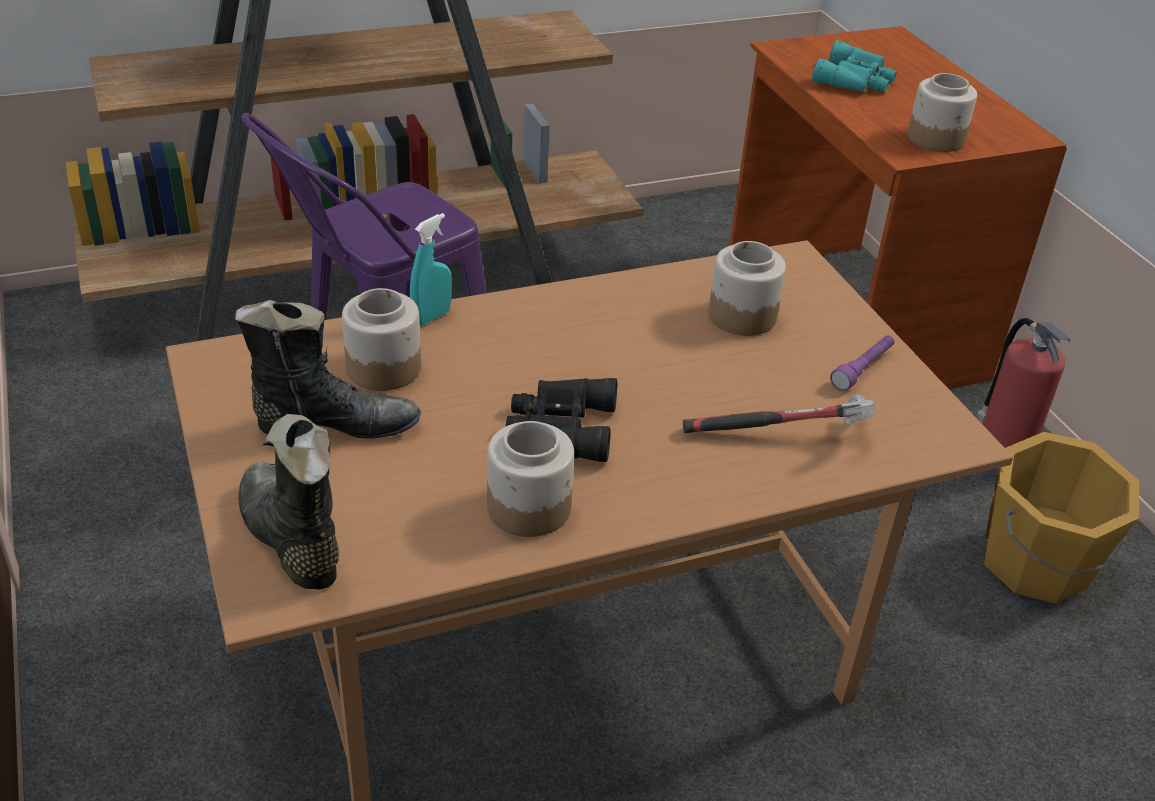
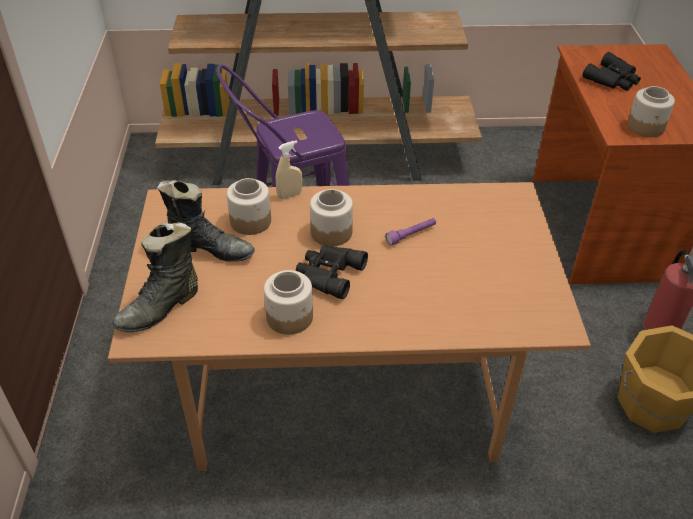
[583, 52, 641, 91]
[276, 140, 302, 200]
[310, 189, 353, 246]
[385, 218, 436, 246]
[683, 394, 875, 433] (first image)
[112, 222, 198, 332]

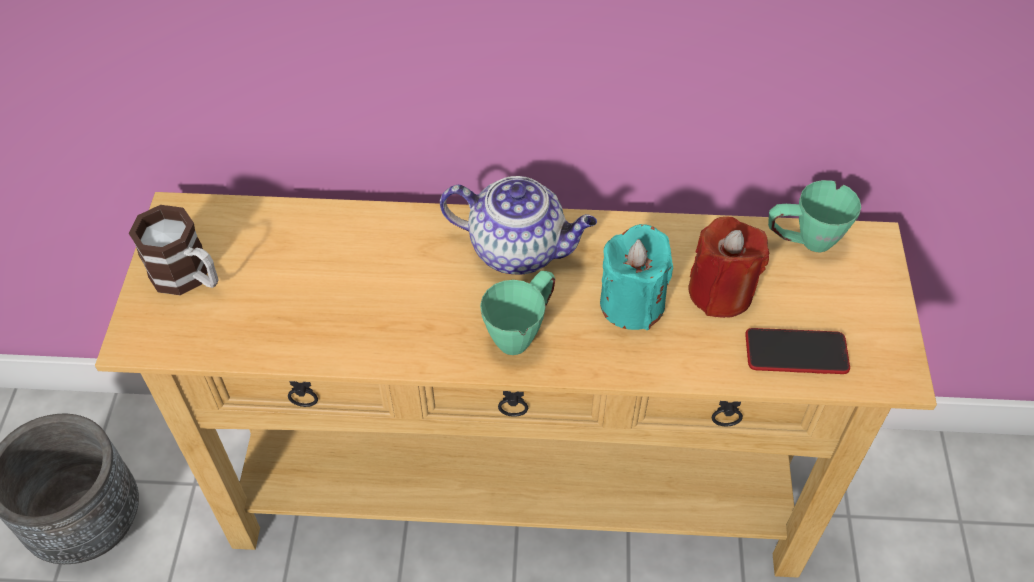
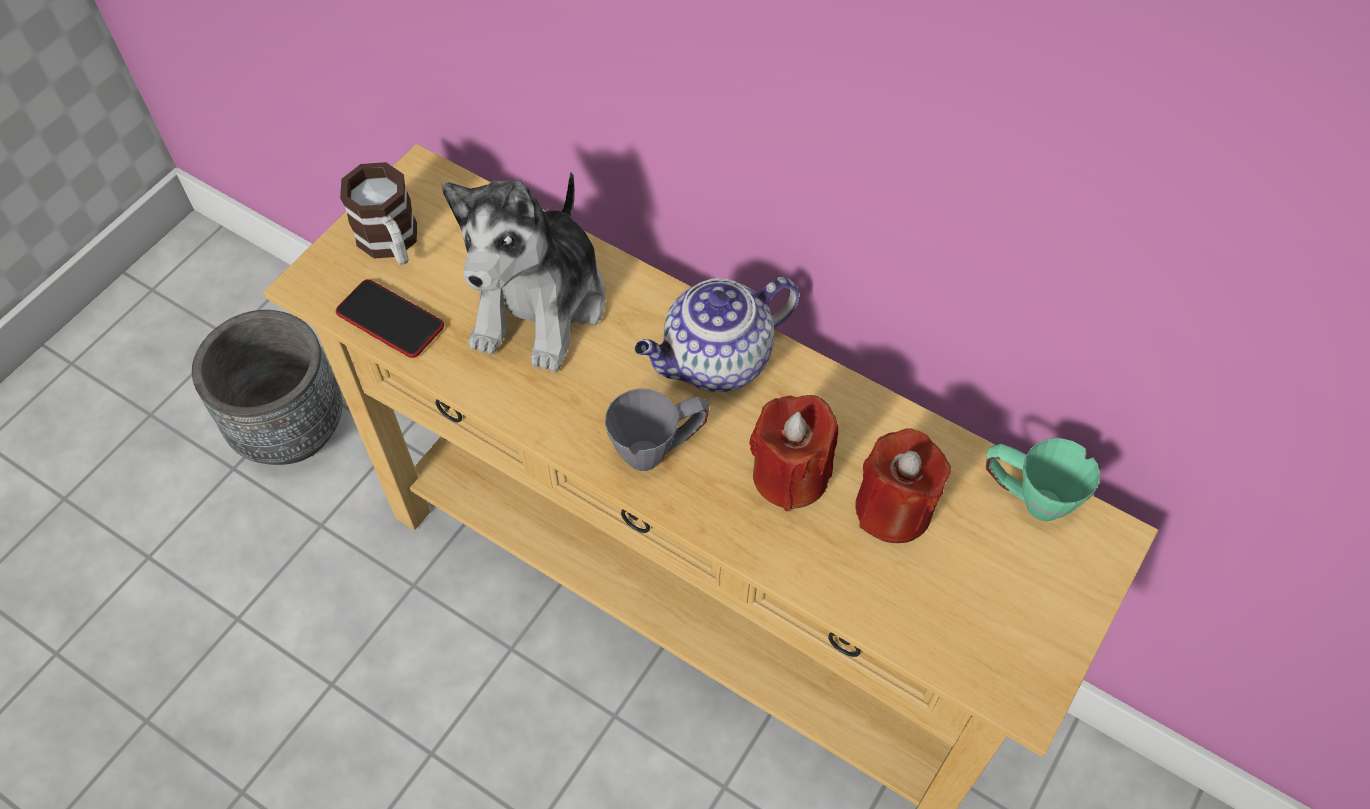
[635, 277, 799, 392]
[749, 395, 838, 511]
[605, 389, 709, 471]
[336, 279, 444, 358]
[442, 172, 606, 372]

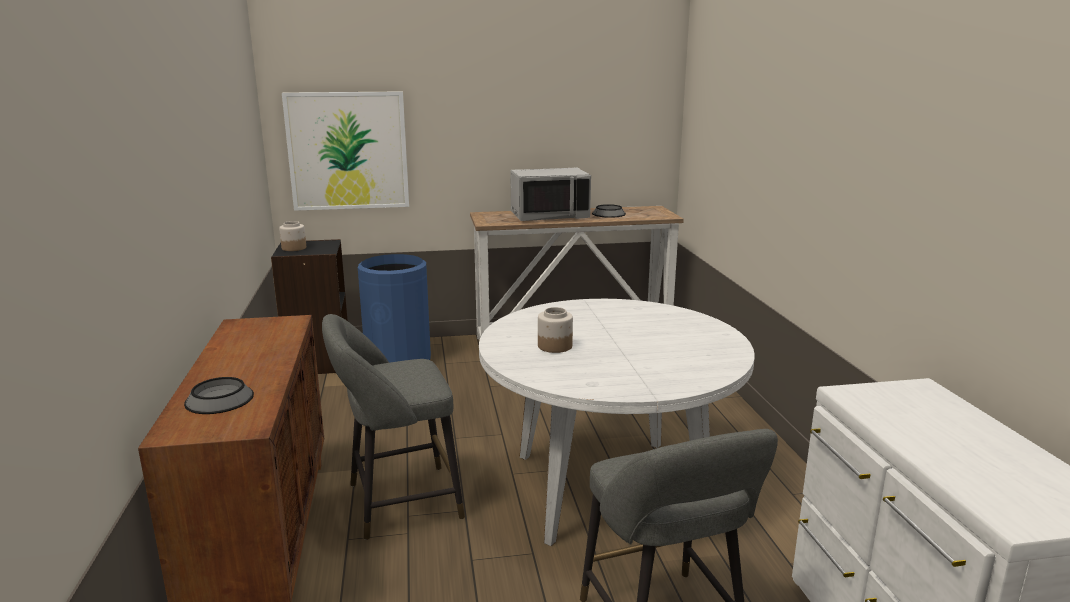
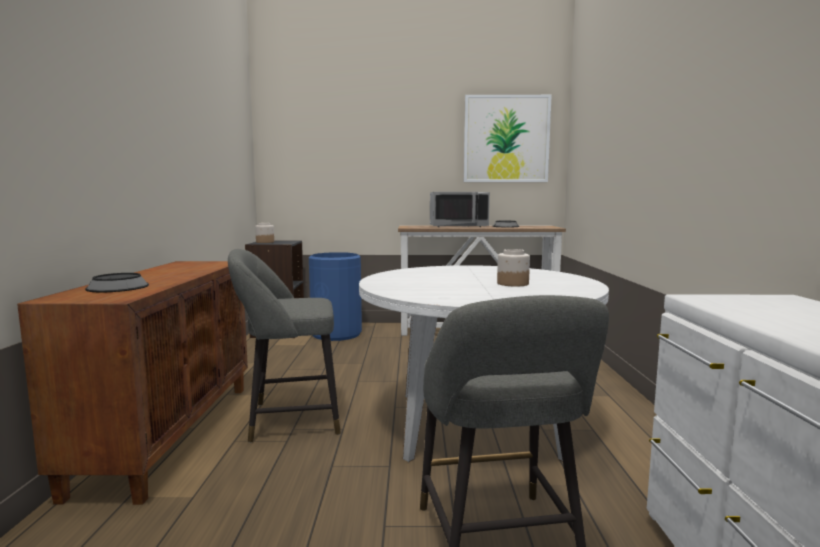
[464, 95, 552, 182]
[497, 249, 530, 286]

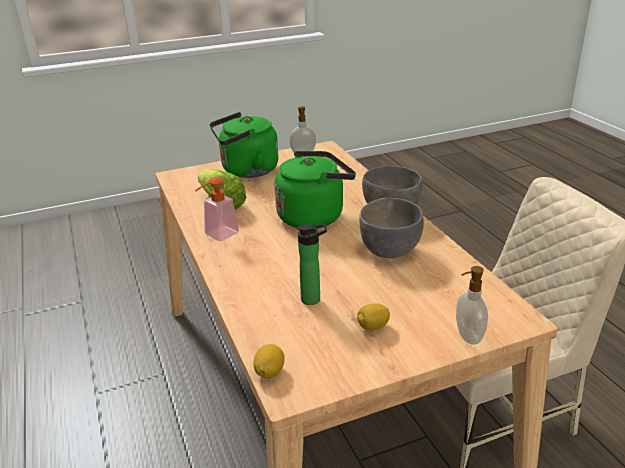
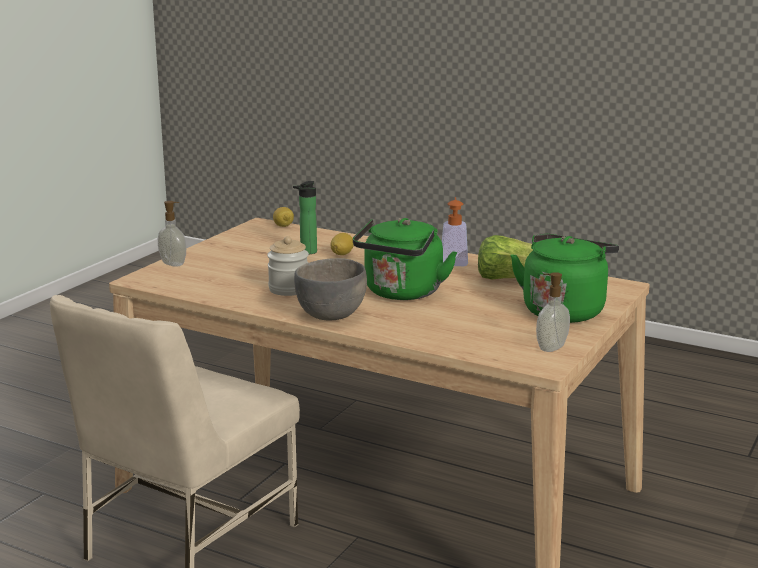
[267, 236, 309, 296]
[331, 233, 354, 255]

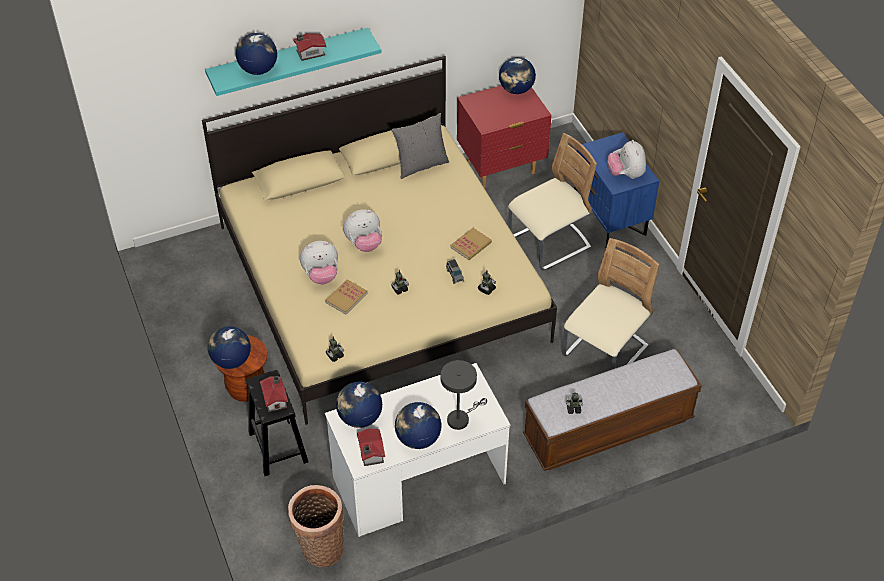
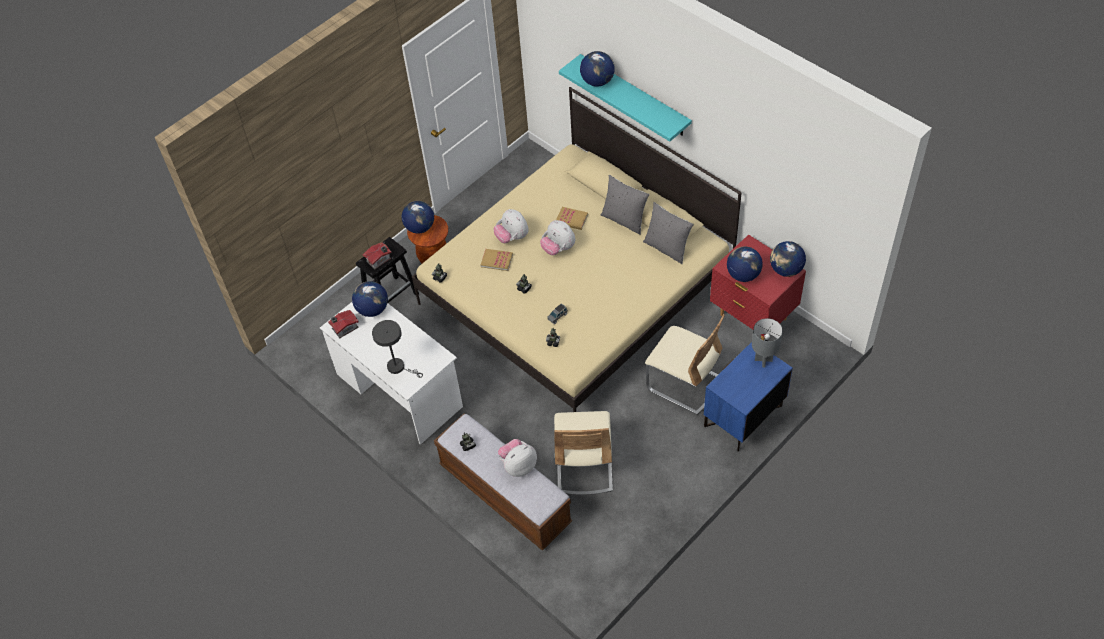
[293, 33, 326, 61] (first image)
[498, 439, 537, 477]
[556, 207, 588, 230]
[554, 411, 613, 495]
[727, 246, 763, 282]
[288, 485, 344, 567] (first image)
[600, 175, 650, 235]
[752, 318, 783, 367]

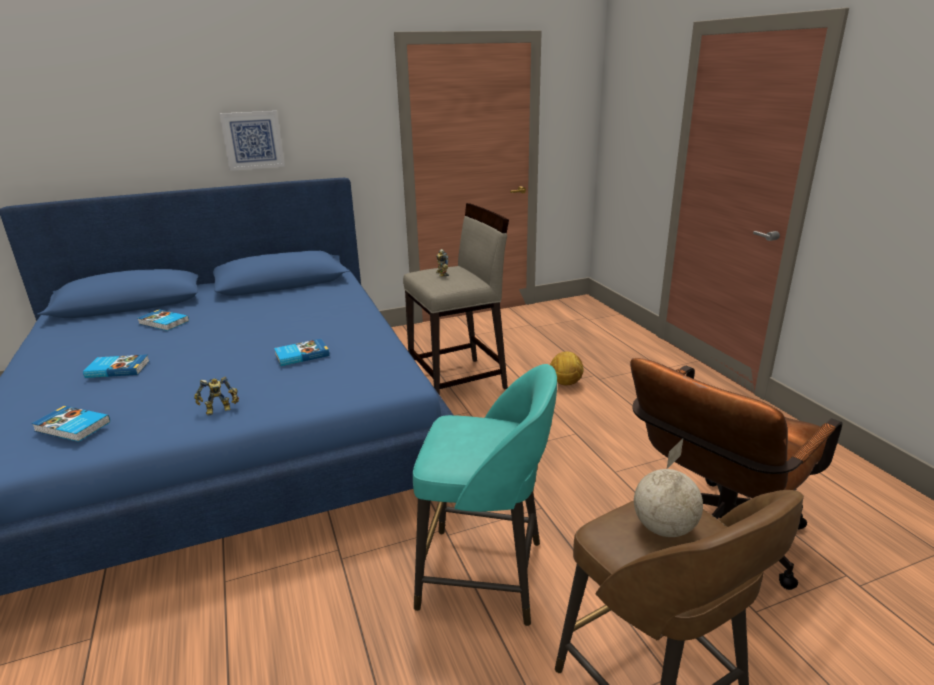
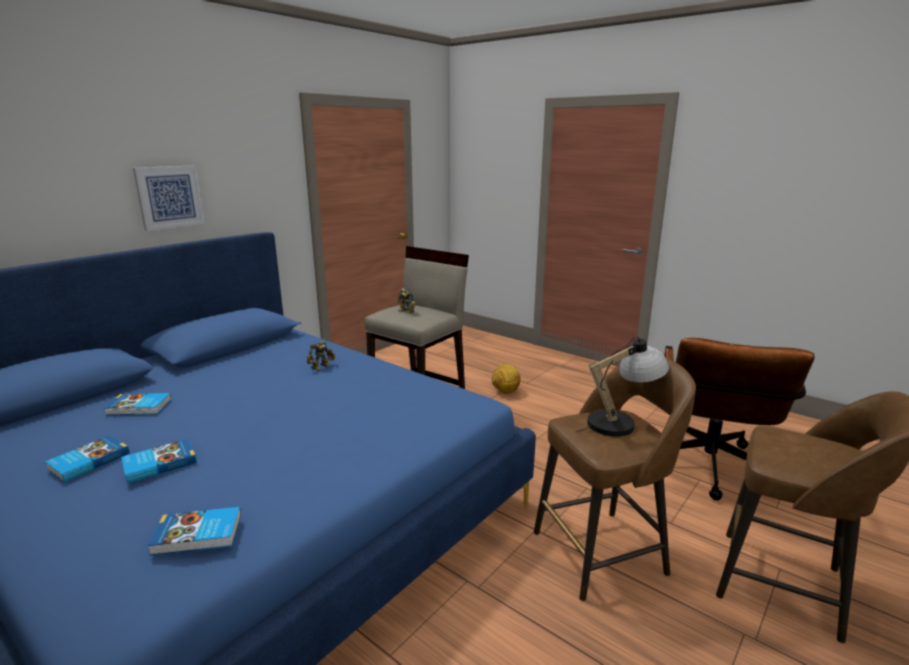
[45, 435, 130, 482]
[534, 357, 696, 601]
[307, 341, 336, 371]
[634, 439, 703, 537] (first image)
[576, 337, 669, 437]

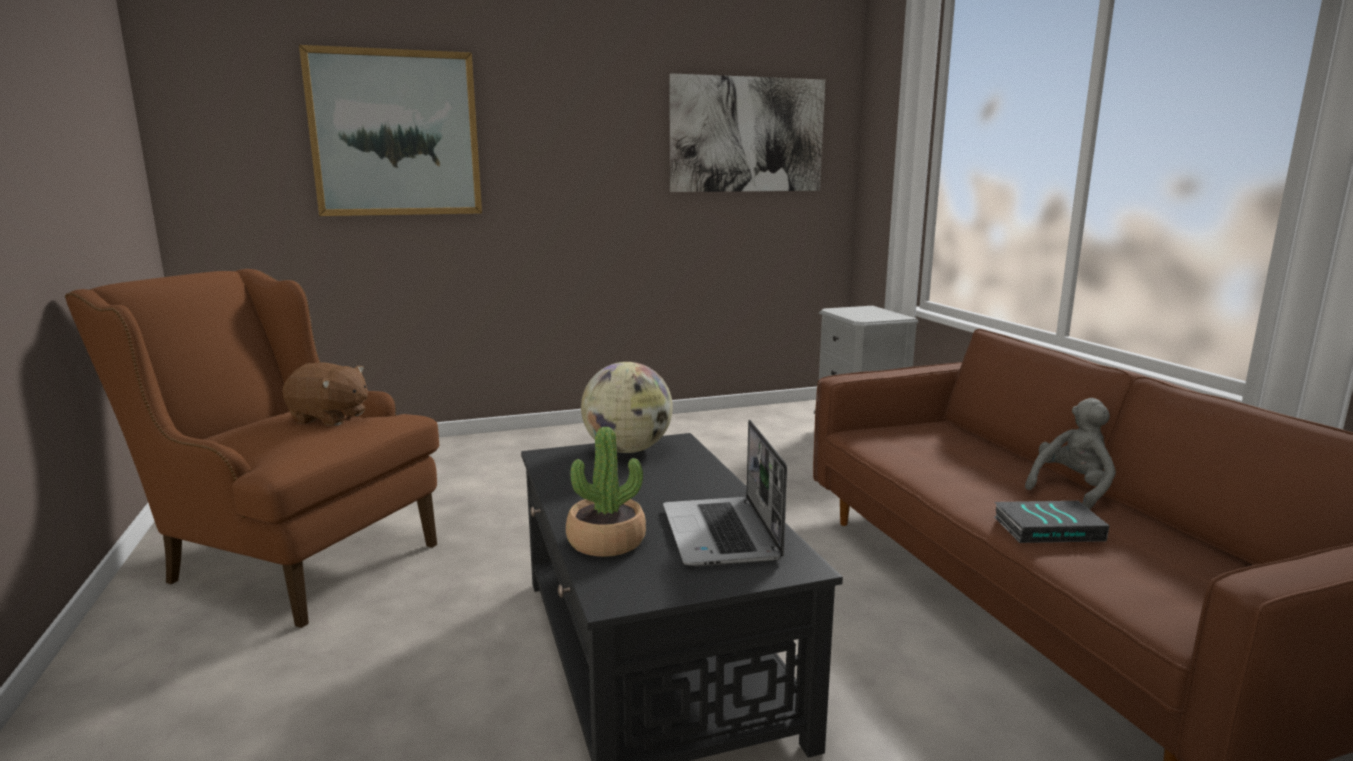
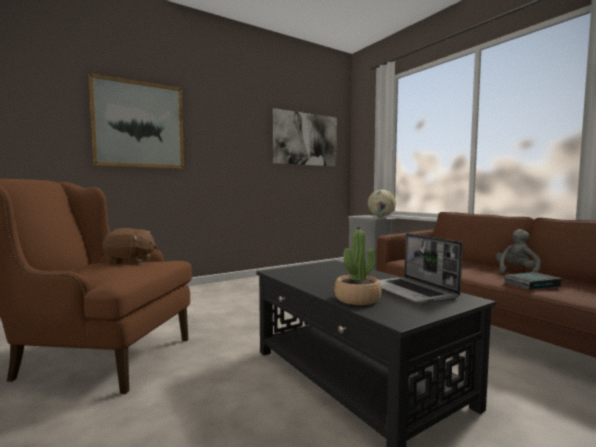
[368, 190, 396, 217]

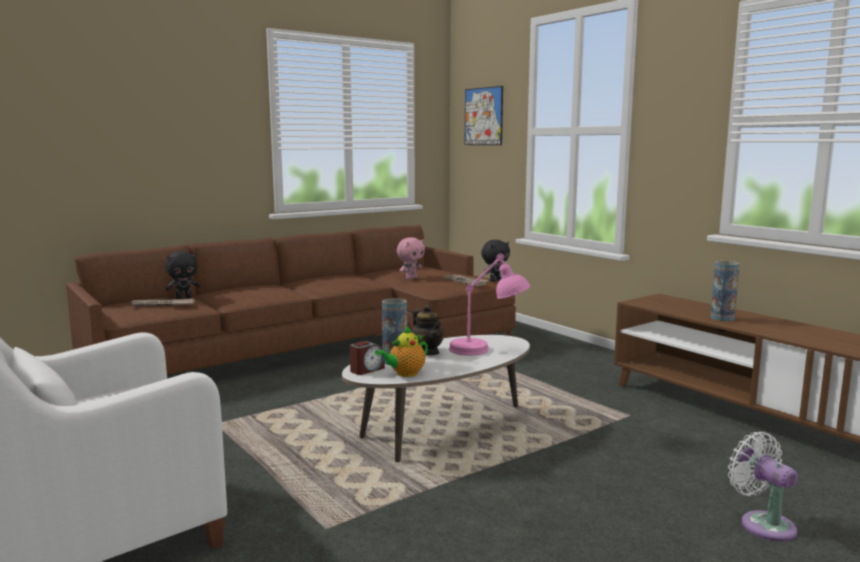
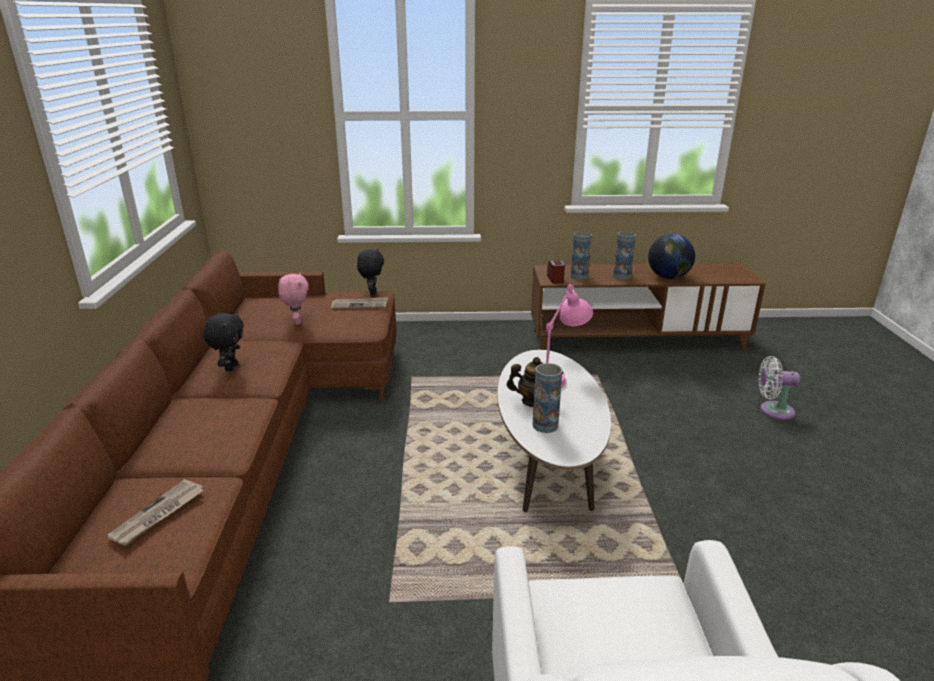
[465, 86, 503, 145] (first image)
[203, 312, 244, 372]
[375, 326, 428, 377] (first image)
[547, 260, 565, 284]
[571, 232, 592, 280]
[648, 234, 695, 279]

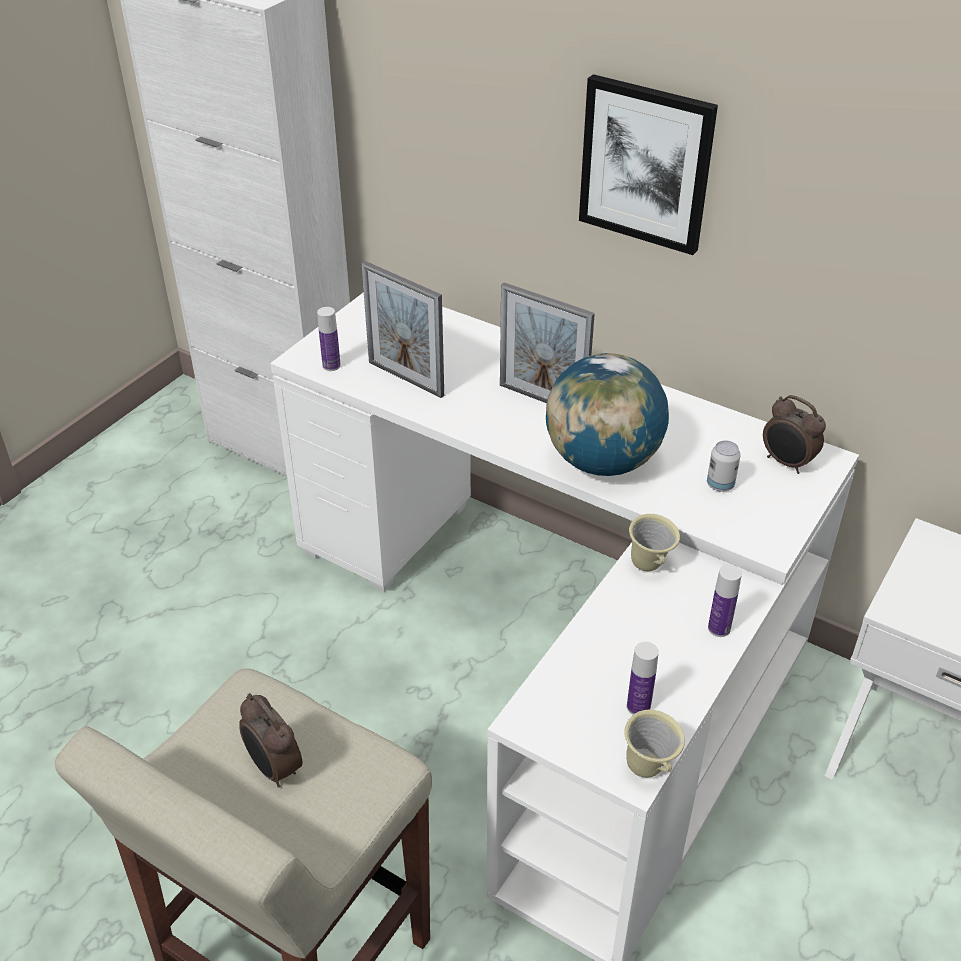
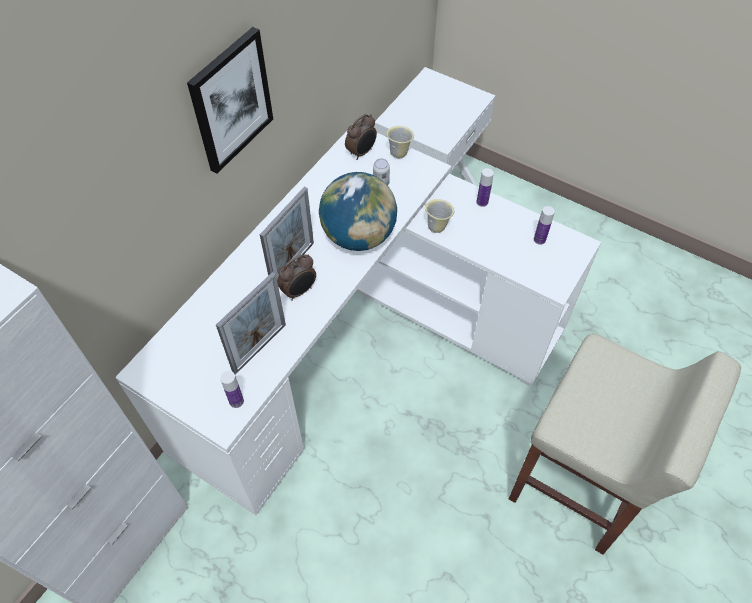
[277, 254, 316, 301]
[386, 126, 414, 158]

